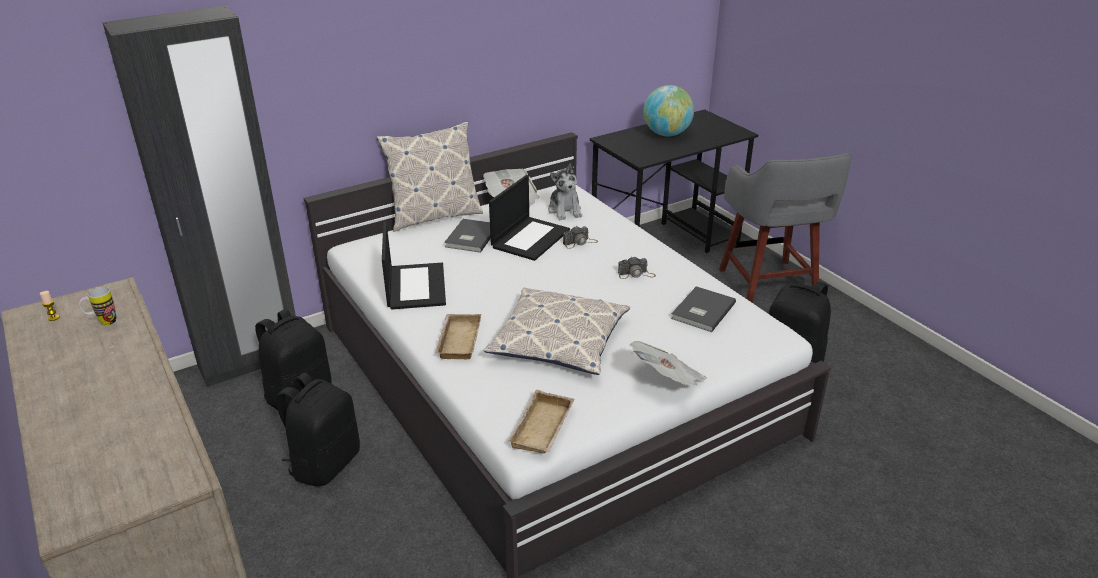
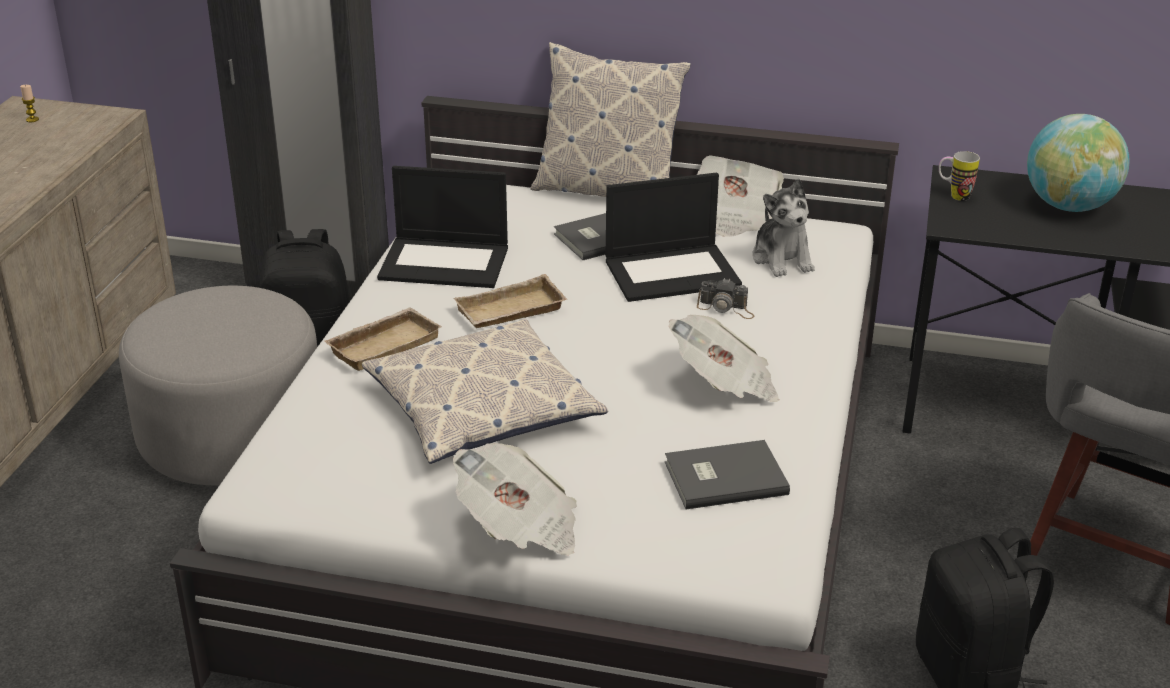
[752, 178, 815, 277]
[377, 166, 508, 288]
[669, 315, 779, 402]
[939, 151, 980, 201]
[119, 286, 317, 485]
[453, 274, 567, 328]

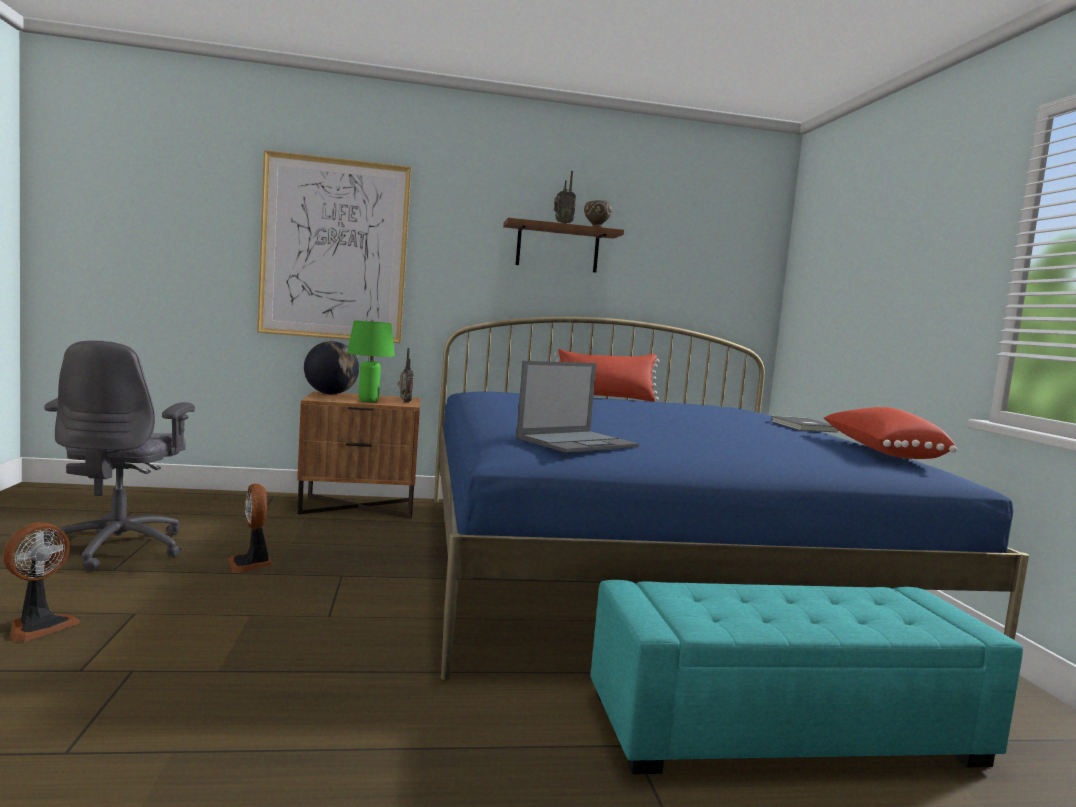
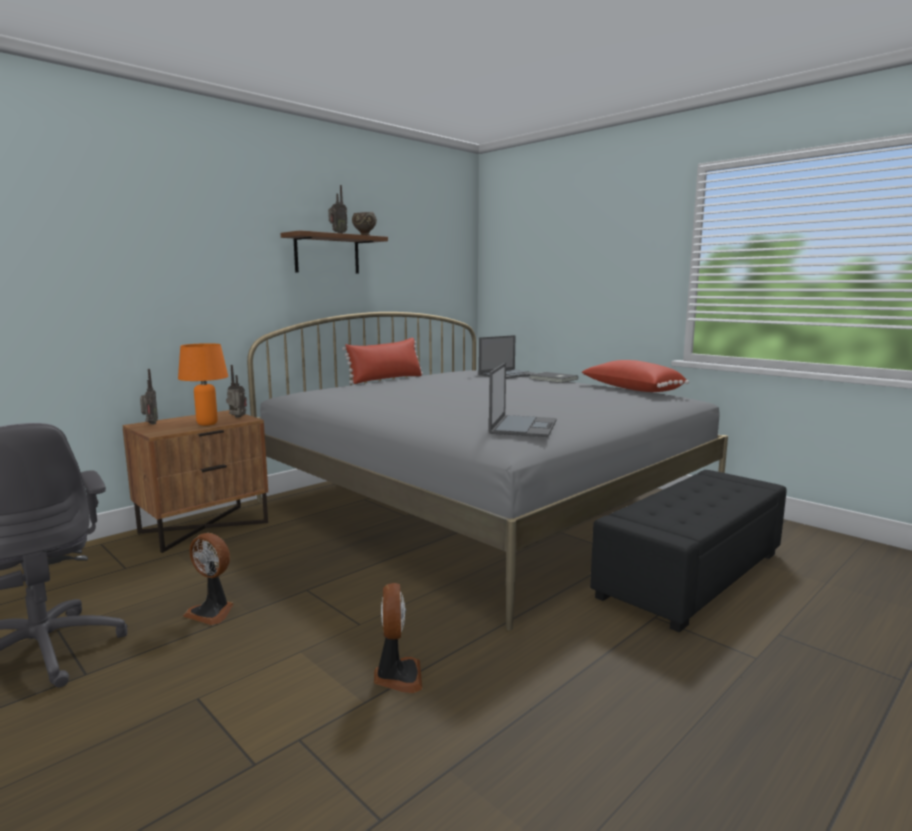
[257, 150, 411, 343] (first image)
[247, 312, 728, 631]
[178, 343, 228, 426]
[140, 369, 158, 425]
[374, 583, 422, 693]
[590, 470, 787, 633]
[478, 335, 536, 379]

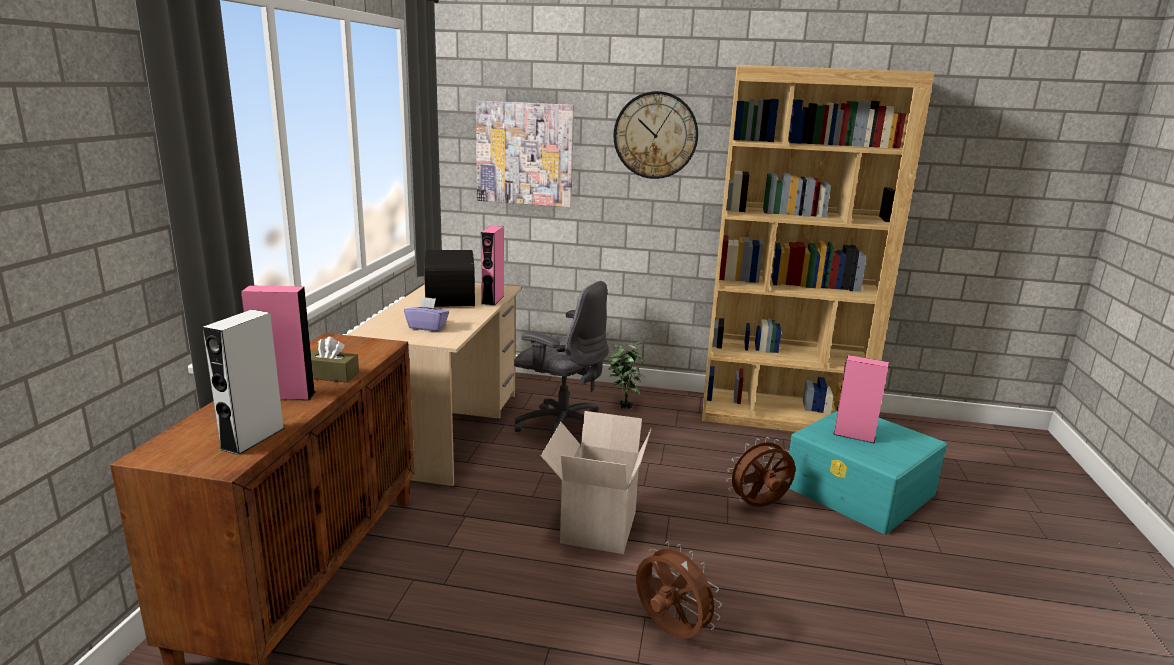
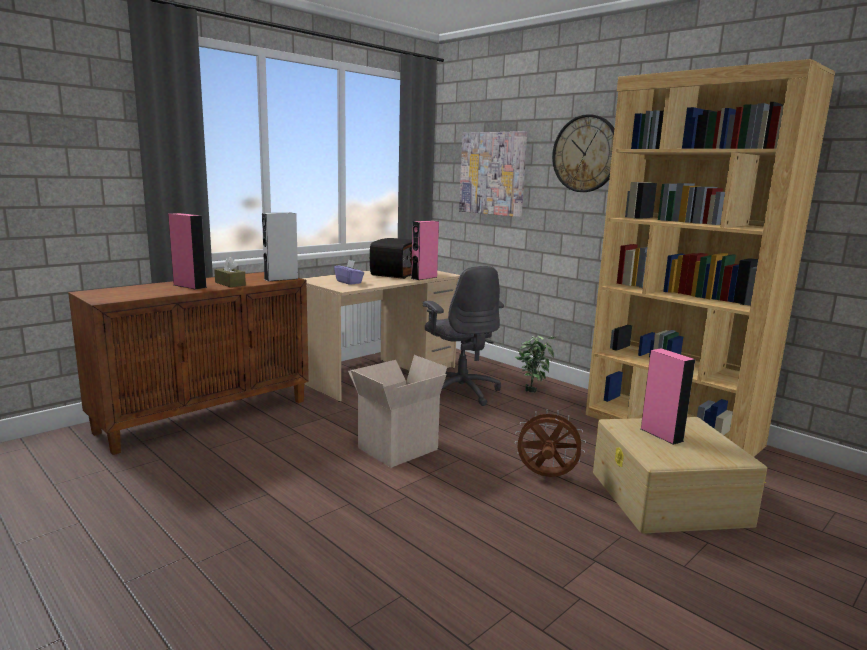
[262, 213, 298, 281]
[593, 417, 767, 533]
[636, 541, 722, 639] (first image)

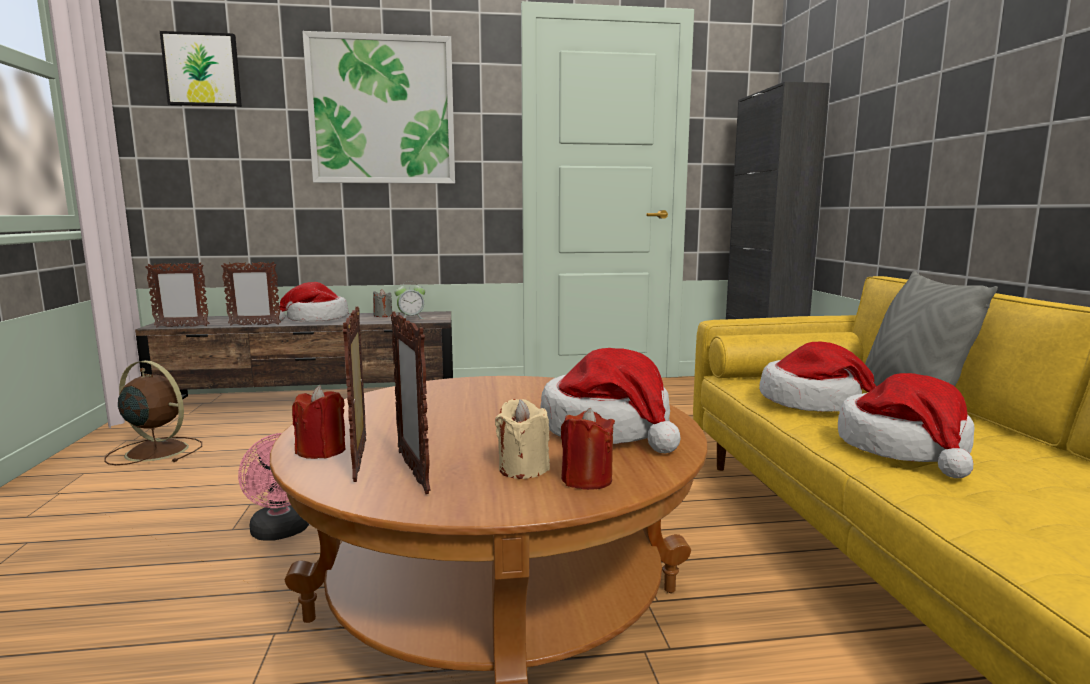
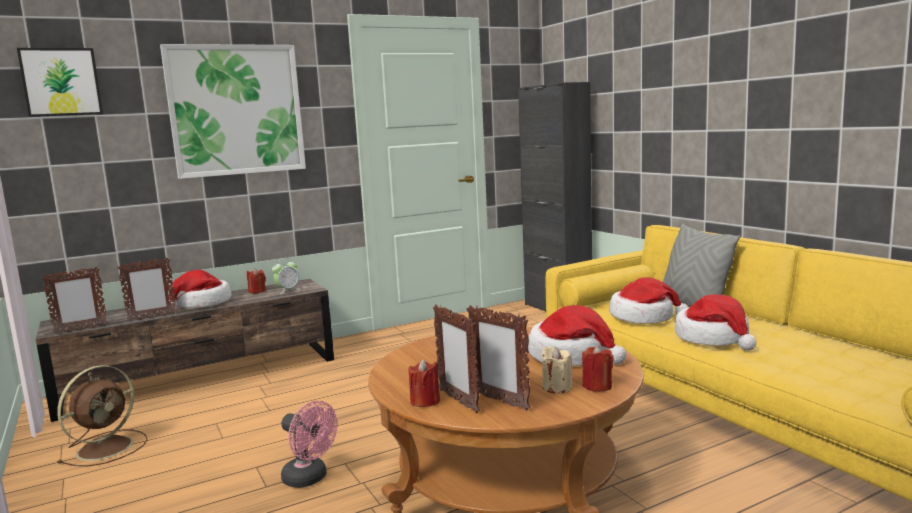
[247, 268, 266, 293]
[57, 365, 148, 467]

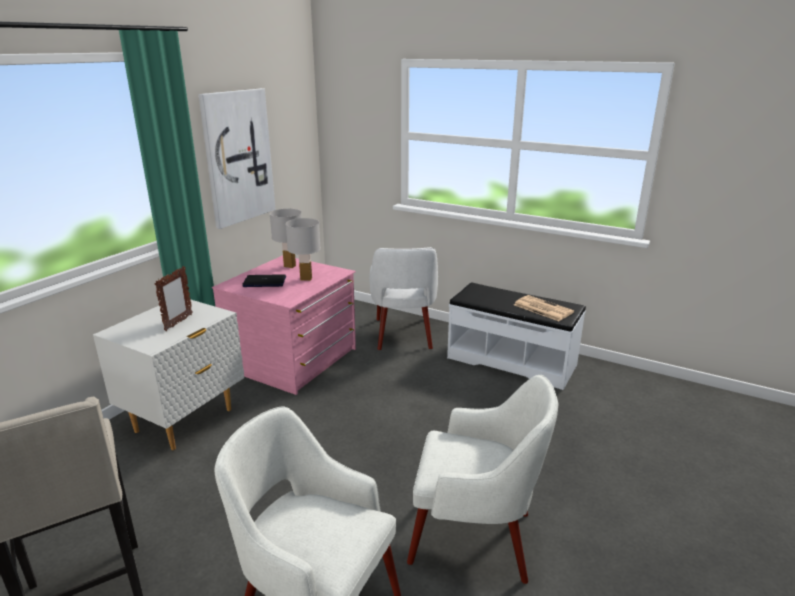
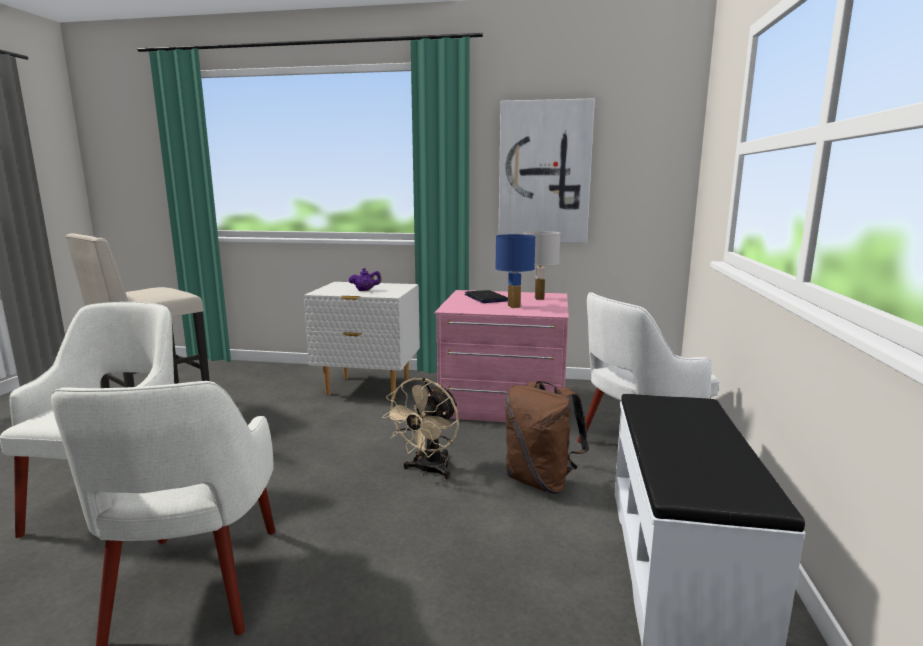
[495, 234, 536, 308]
[349, 268, 382, 291]
[514, 295, 574, 321] (first image)
[382, 378, 459, 480]
[505, 381, 589, 494]

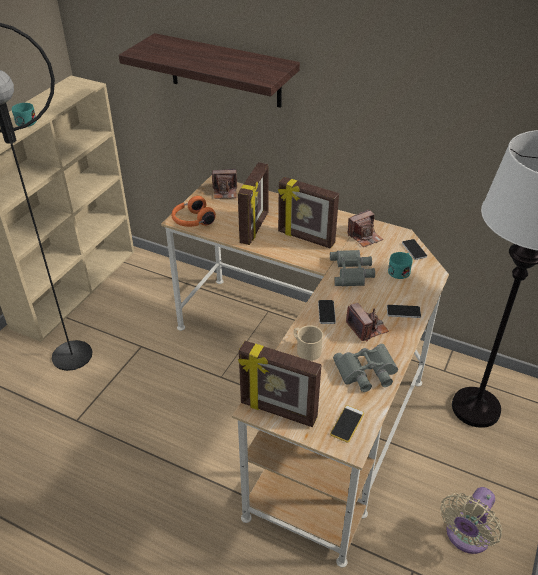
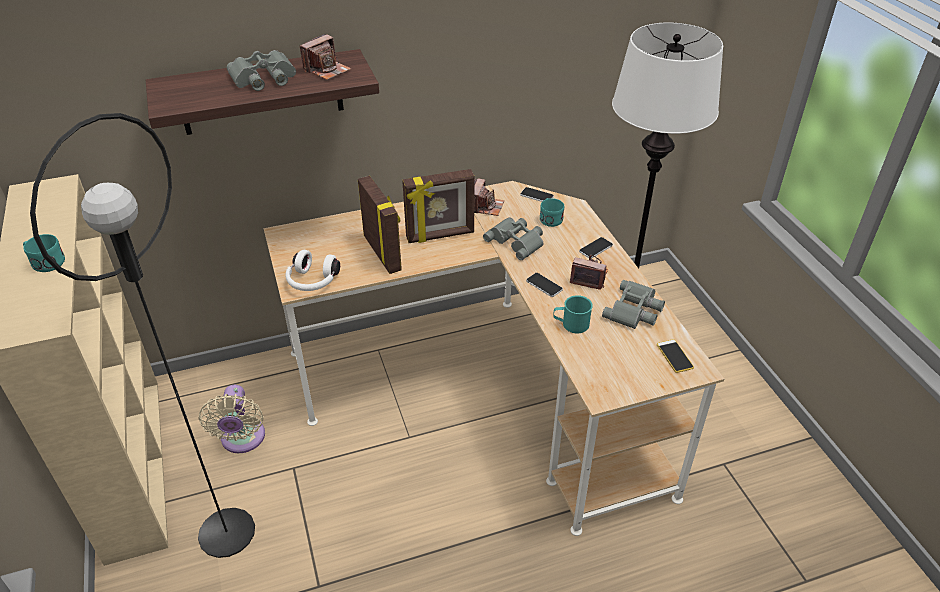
[300, 34, 351, 80]
[285, 250, 340, 291]
[553, 295, 593, 333]
[238, 341, 322, 427] (first image)
[198, 385, 265, 453]
[227, 50, 296, 91]

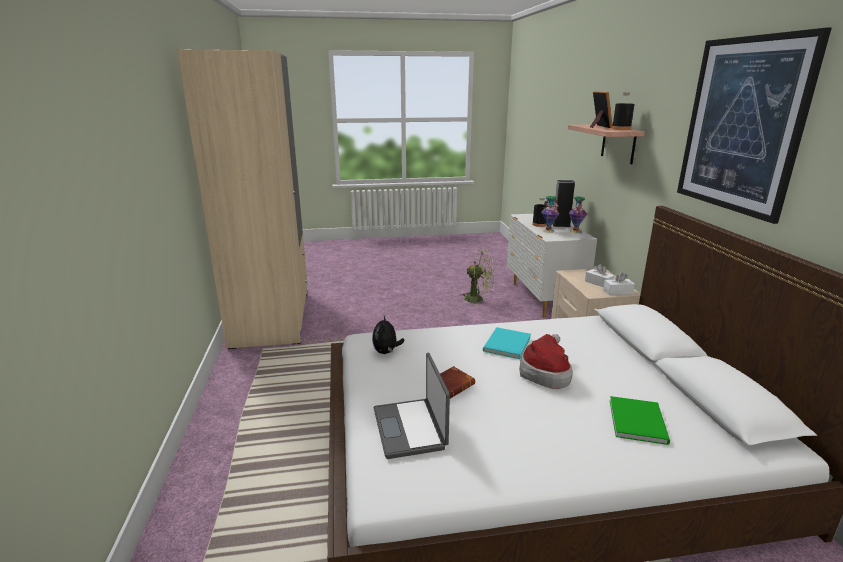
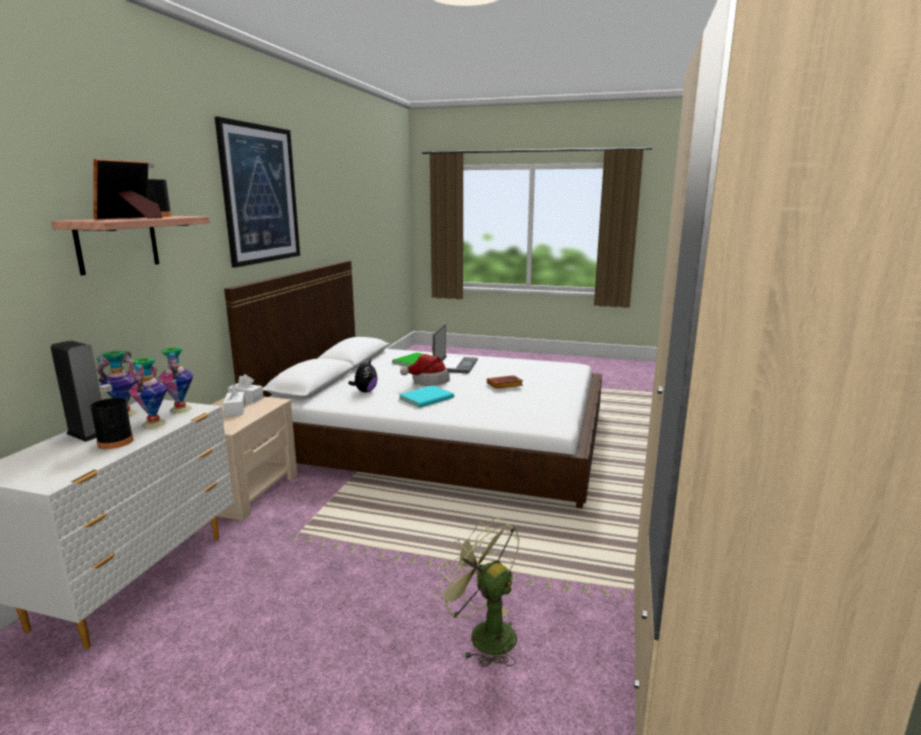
[435, 517, 520, 667]
[348, 359, 378, 392]
[433, 324, 478, 373]
[158, 347, 193, 414]

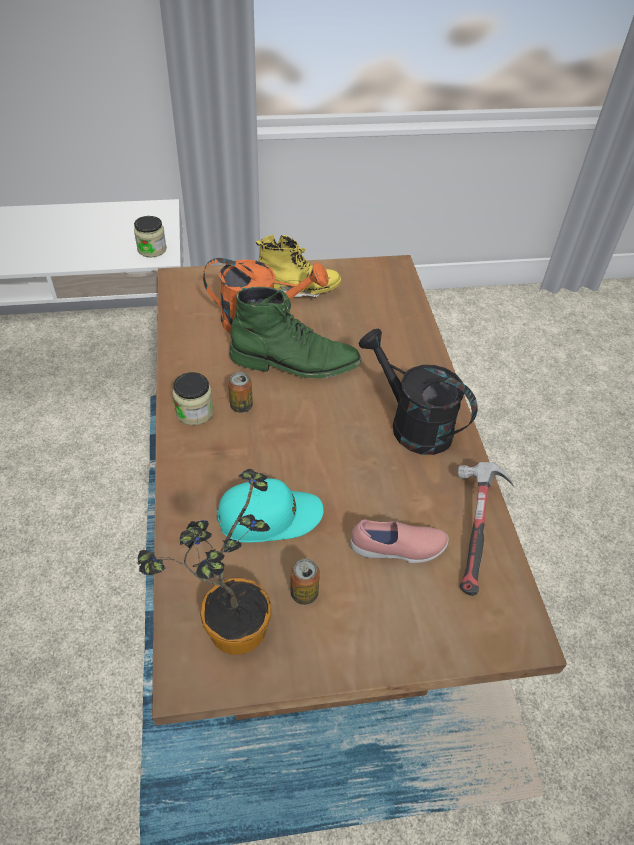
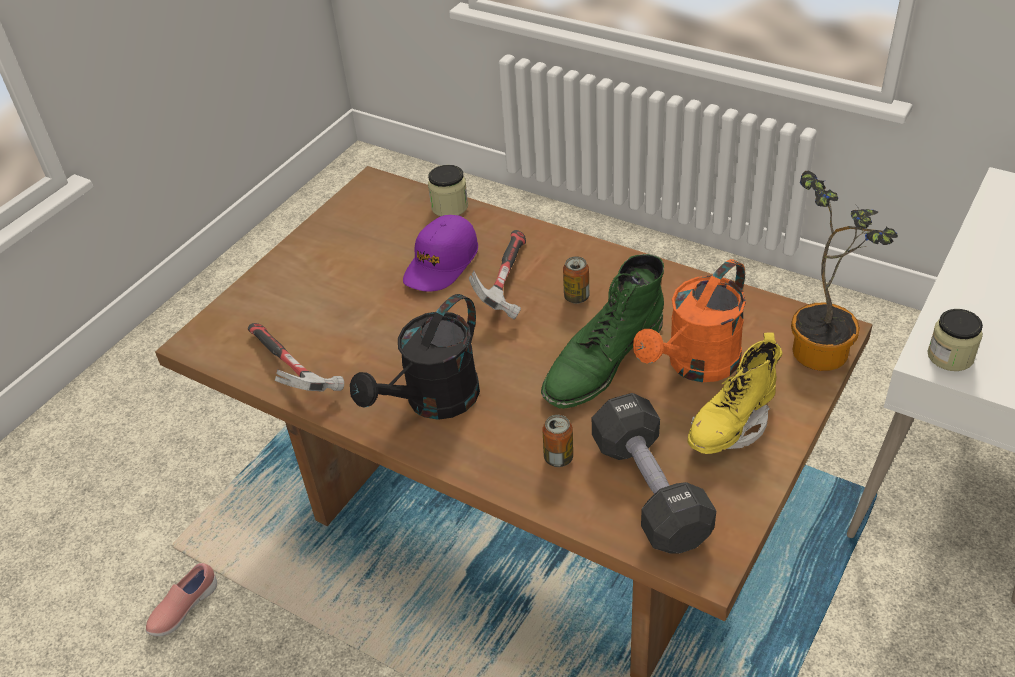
[350, 294, 480, 420]
[428, 165, 468, 216]
[791, 171, 898, 371]
[403, 215, 478, 292]
[146, 563, 217, 636]
[542, 415, 573, 467]
[469, 230, 526, 319]
[592, 393, 716, 554]

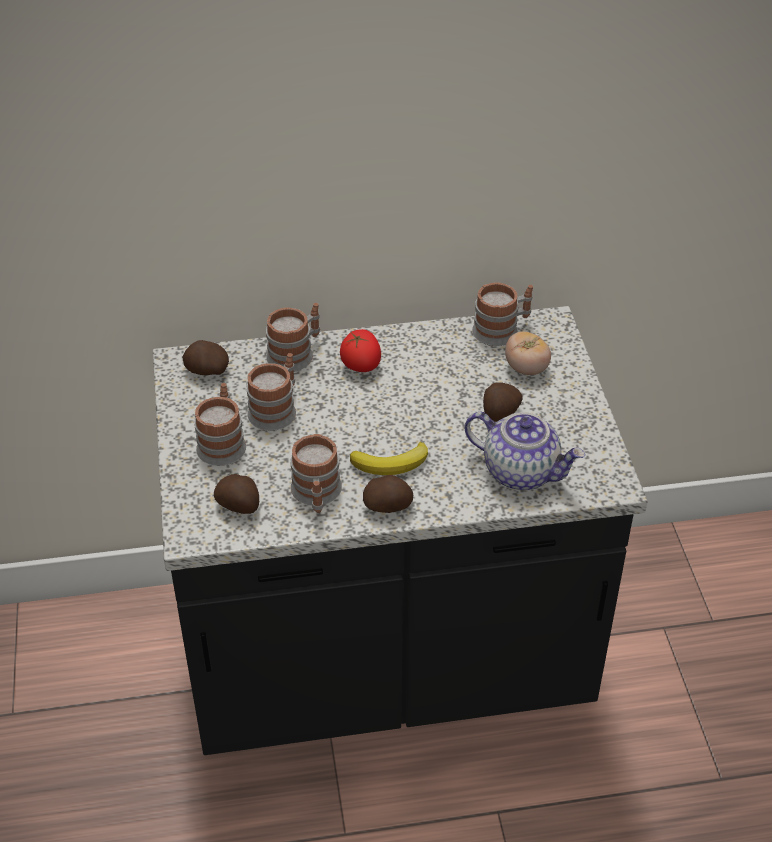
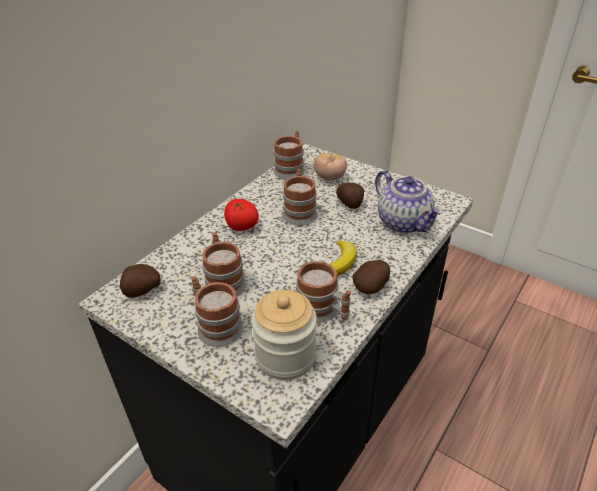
[282, 169, 318, 226]
[375, 170, 443, 233]
[251, 290, 317, 380]

